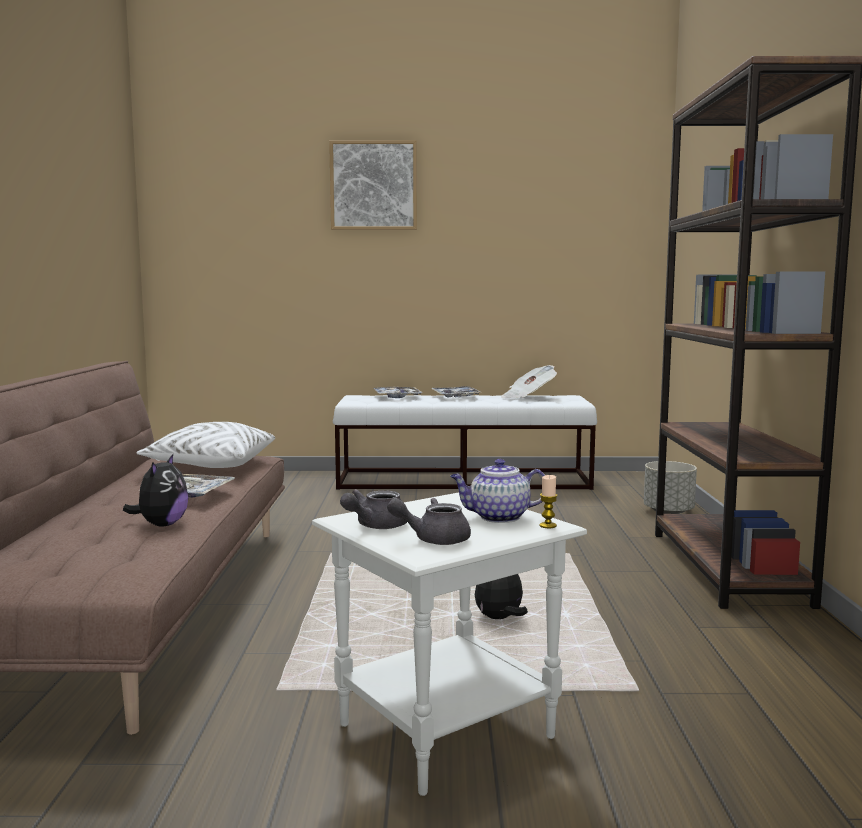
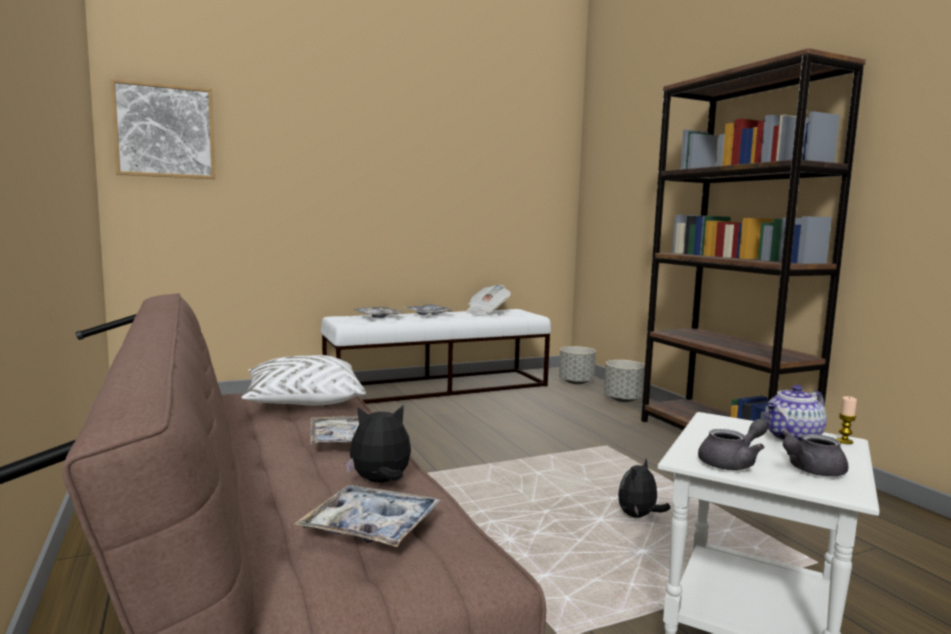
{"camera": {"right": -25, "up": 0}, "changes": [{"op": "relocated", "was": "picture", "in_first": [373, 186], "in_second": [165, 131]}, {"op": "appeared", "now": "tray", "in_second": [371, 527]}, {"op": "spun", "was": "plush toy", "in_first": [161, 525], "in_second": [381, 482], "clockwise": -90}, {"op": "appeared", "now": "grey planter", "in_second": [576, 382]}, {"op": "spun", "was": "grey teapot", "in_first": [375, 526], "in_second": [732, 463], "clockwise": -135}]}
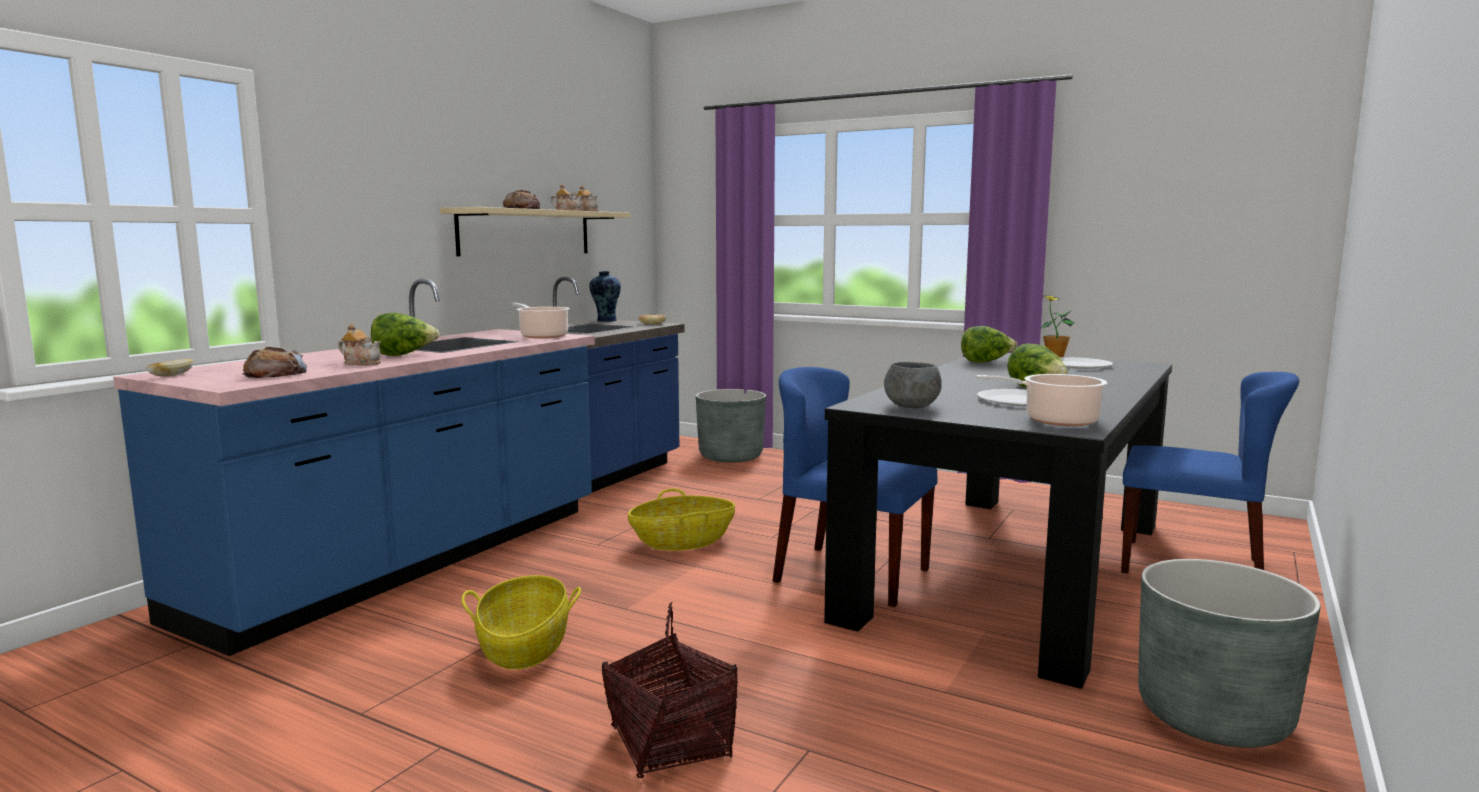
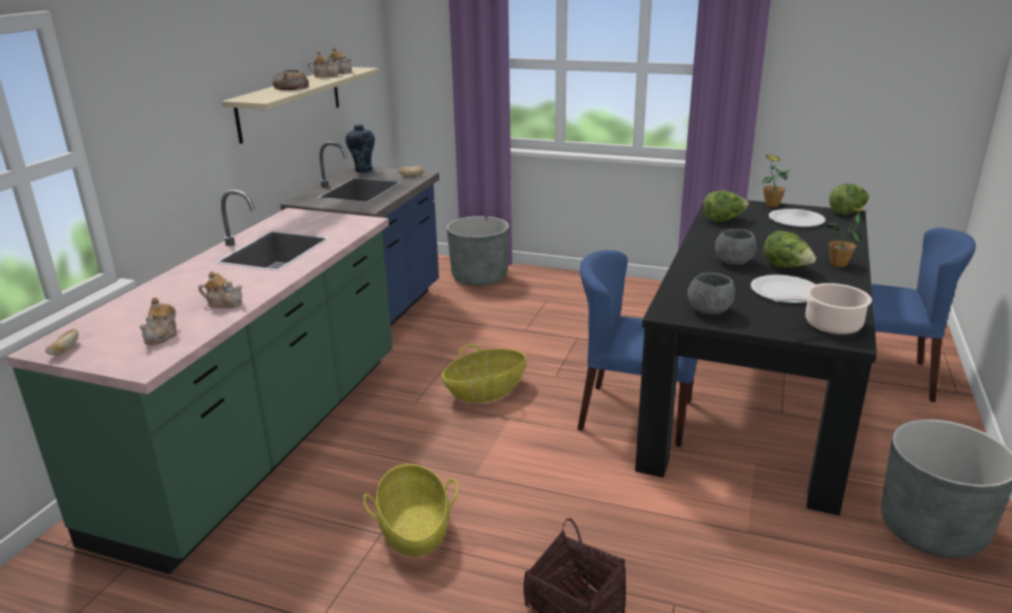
{"camera": {"right": -10, "up": 15}, "changes": [{"op": "colour", "was": "blue counter", "now": "green counter", "in_first": [409, 561], "in_second": [263, 441]}, {"op": "exchanged", "was": "bread", "now": "teapot", "in_first": [275, 374], "in_second": [162, 336]}, {"op": "appeared", "now": "grey bowl", "in_second": [733, 262]}, {"op": "appeared", "now": "potted plant", "in_second": [839, 264]}, {"op": "relocated", "was": "lettuce", "in_first": [403, 355], "in_second": [847, 212]}, {"op": "missing", "was": "cooking pot", "in_first": [542, 336]}]}
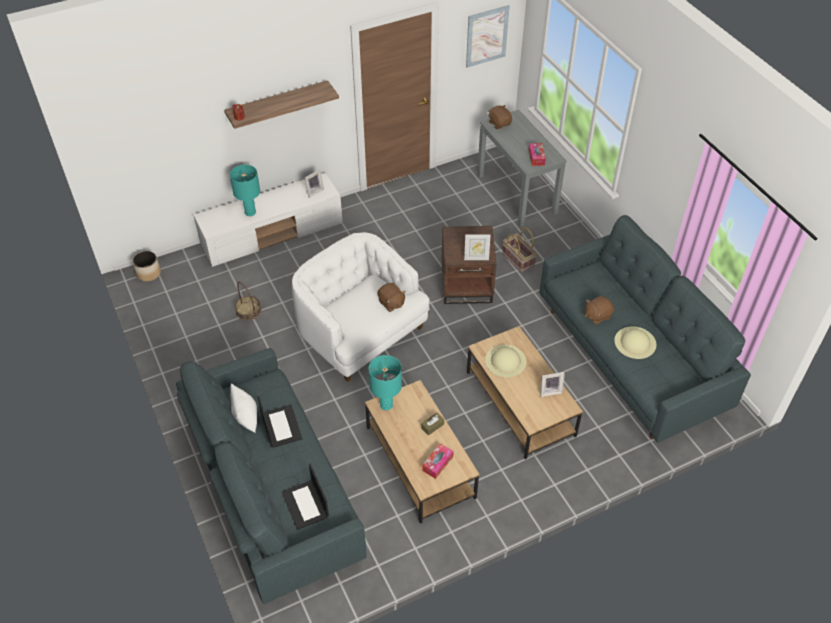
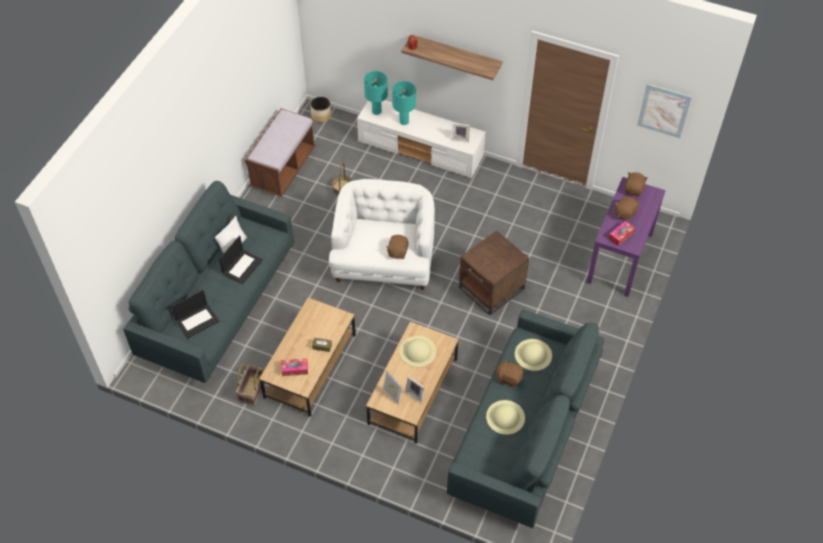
{"camera": {"right": 50, "up": 5}, "changes": [{"op": "spun", "was": "laptop", "in_first": [306, 505], "in_second": [197, 320], "clockwise": -150}, {"op": "relocated", "was": "basket", "in_first": [518, 259], "in_second": [253, 390]}, {"op": "appeared", "now": "brown bench", "in_second": [283, 168]}, {"op": "relocated", "was": "turquoise table lamp", "in_first": [386, 405], "in_second": [376, 111]}, {"op": "relocated", "was": "picture frame", "in_first": [476, 258], "in_second": [392, 395]}, {"op": "appeared", "now": "beige hat", "in_second": [533, 354]}, {"op": "colour", "was": "grey console table", "now": "purple console table", "in_first": [517, 194], "in_second": [620, 258]}, {"op": "appeared", "now": "brown plush toy", "in_second": [624, 213]}]}
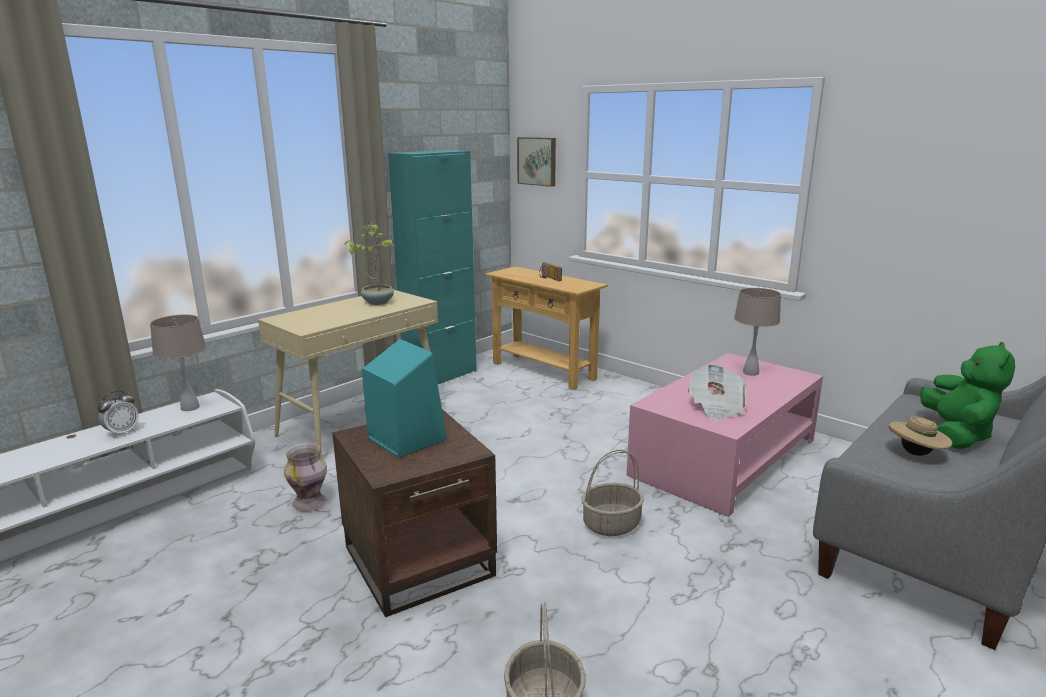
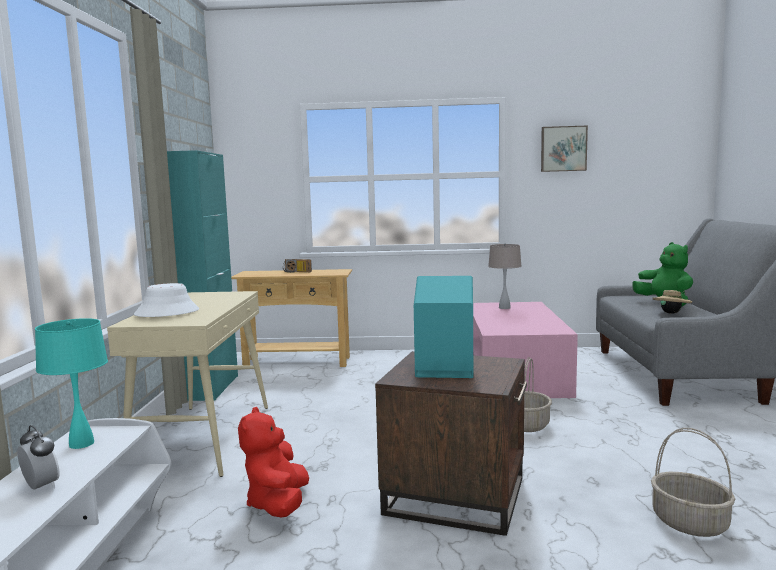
{"camera": {"right": -40, "up": -10}, "changes": [{"op": "spun", "was": "alarm clock", "in_first": [122, 432], "in_second": [41, 487], "clockwise": -45}, {"op": "colour", "was": "beige table lamp", "now": "turquoise table lamp", "in_first": [190, 407], "in_second": [81, 444]}, {"op": "appeared", "now": "white hat", "in_second": [167, 313]}, {"op": "exchanged", "was": "vase", "now": "red plush toy", "in_first": [310, 502], "in_second": [278, 504]}, {"op": "relocated", "was": "picture", "in_first": [537, 161], "in_second": [563, 149]}, {"op": "missing", "was": "potted plant", "in_first": [377, 302]}, {"op": "missing", "was": "newspaper", "in_first": [716, 407]}]}
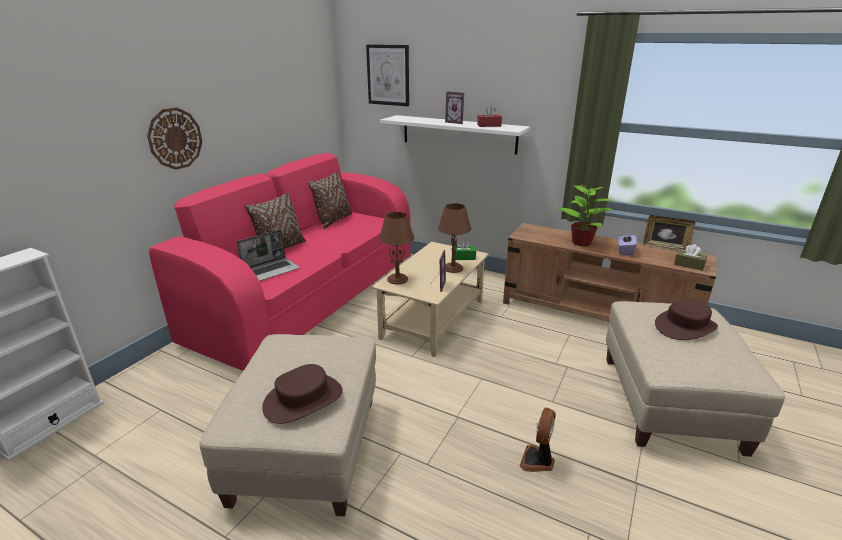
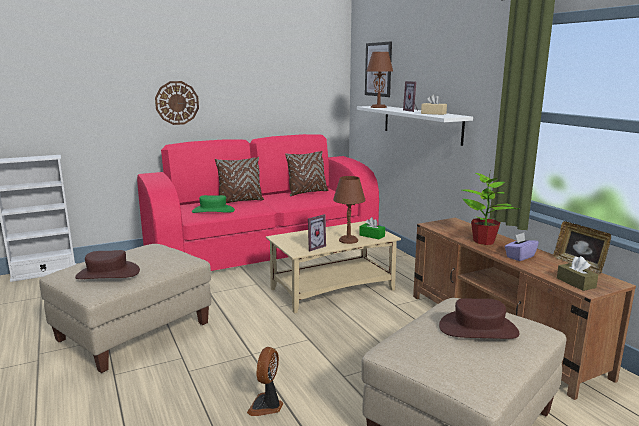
{"camera": {"right": 35, "up": -10}, "changes": [{"op": "exchanged", "was": "laptop", "now": "green hat", "in_first": [271, 270], "in_second": [213, 211]}, {"op": "spun", "was": "fan", "in_first": [538, 461], "in_second": [267, 406], "clockwise": -45}, {"op": "relocated", "was": "brown table lamp", "in_first": [397, 279], "in_second": [378, 107]}, {"op": "colour", "was": "red tissue box", "now": "beige tissue box", "in_first": [489, 125], "in_second": [433, 113]}]}
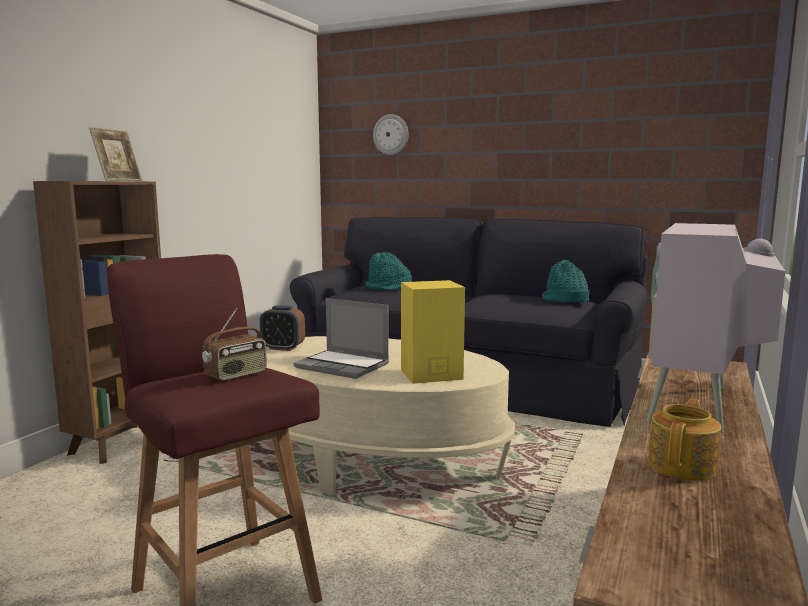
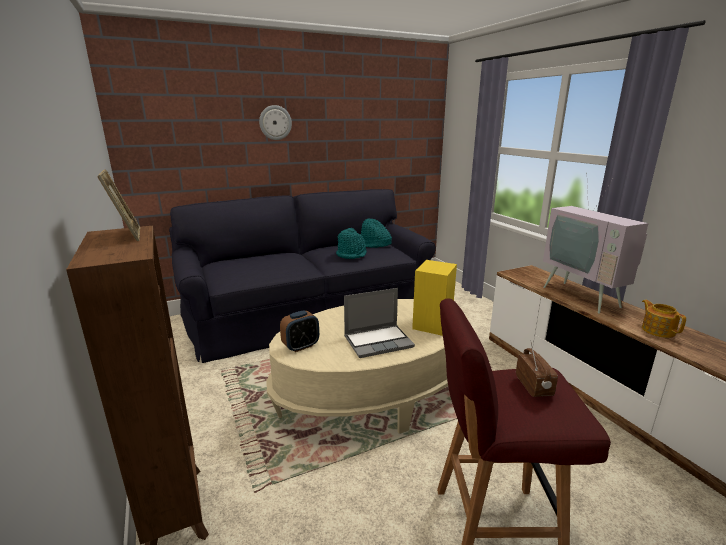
{"camera": {"right": -50, "up": 10}, "changes": [{"op": "relocated", "was": "wall clock", "in_first": [391, 134], "in_second": [275, 122]}, {"op": "relocated", "was": "turquoise hat", "in_first": [388, 288], "in_second": [351, 254]}]}
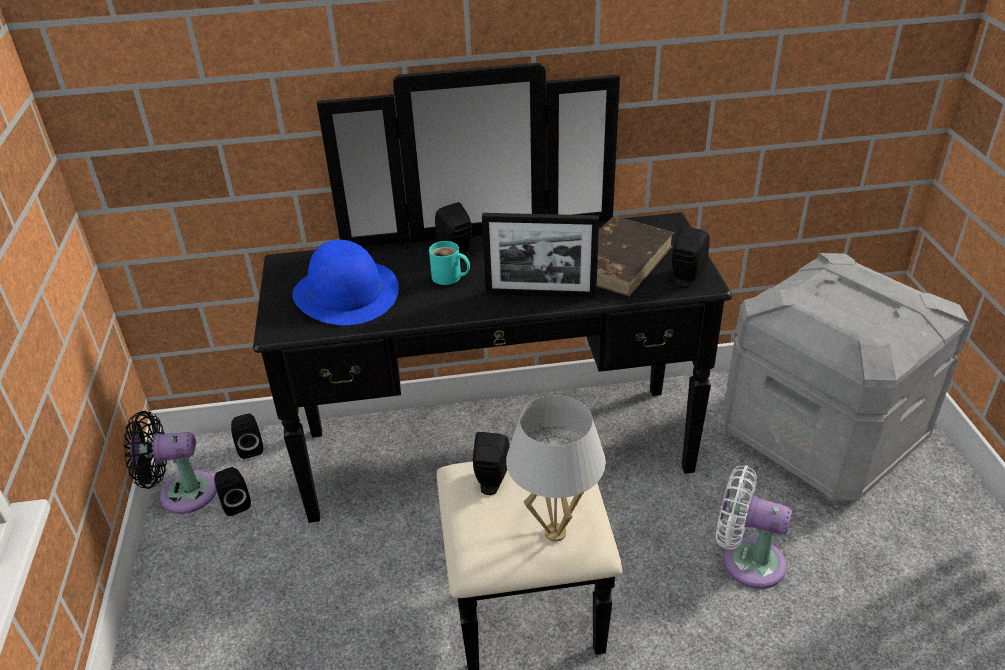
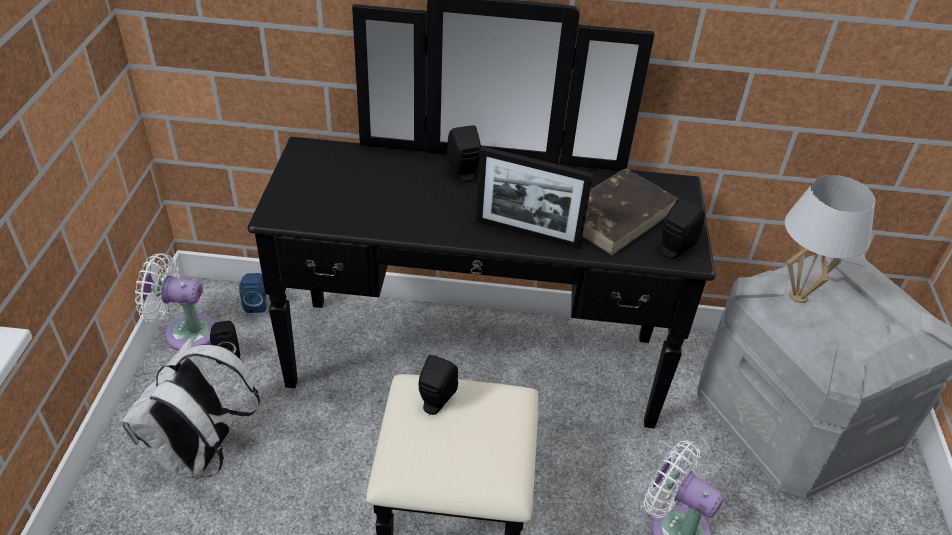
{"camera": {"right": 10, "up": 5}, "changes": [{"op": "appeared", "now": "white backpack", "in_second": [202, 454]}, {"op": "colour", "was": "black fan", "now": "white fan", "in_first": [182, 493], "in_second": [185, 332]}, {"op": "colour", "was": "black speaker", "now": "blue speaker", "in_first": [250, 448], "in_second": [256, 304]}, {"op": "relocated", "was": "white table lamp", "in_first": [555, 532], "in_second": [799, 296]}, {"op": "missing", "was": "blue hat", "in_first": [346, 293]}, {"op": "missing", "was": "turquoise mug", "in_first": [449, 278]}]}
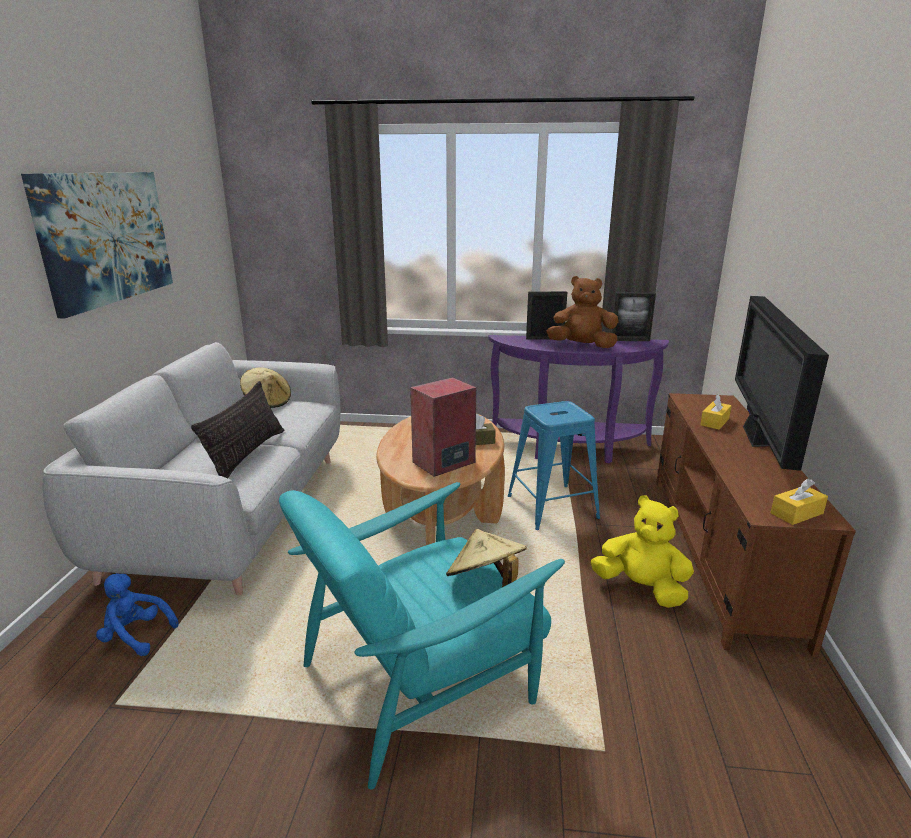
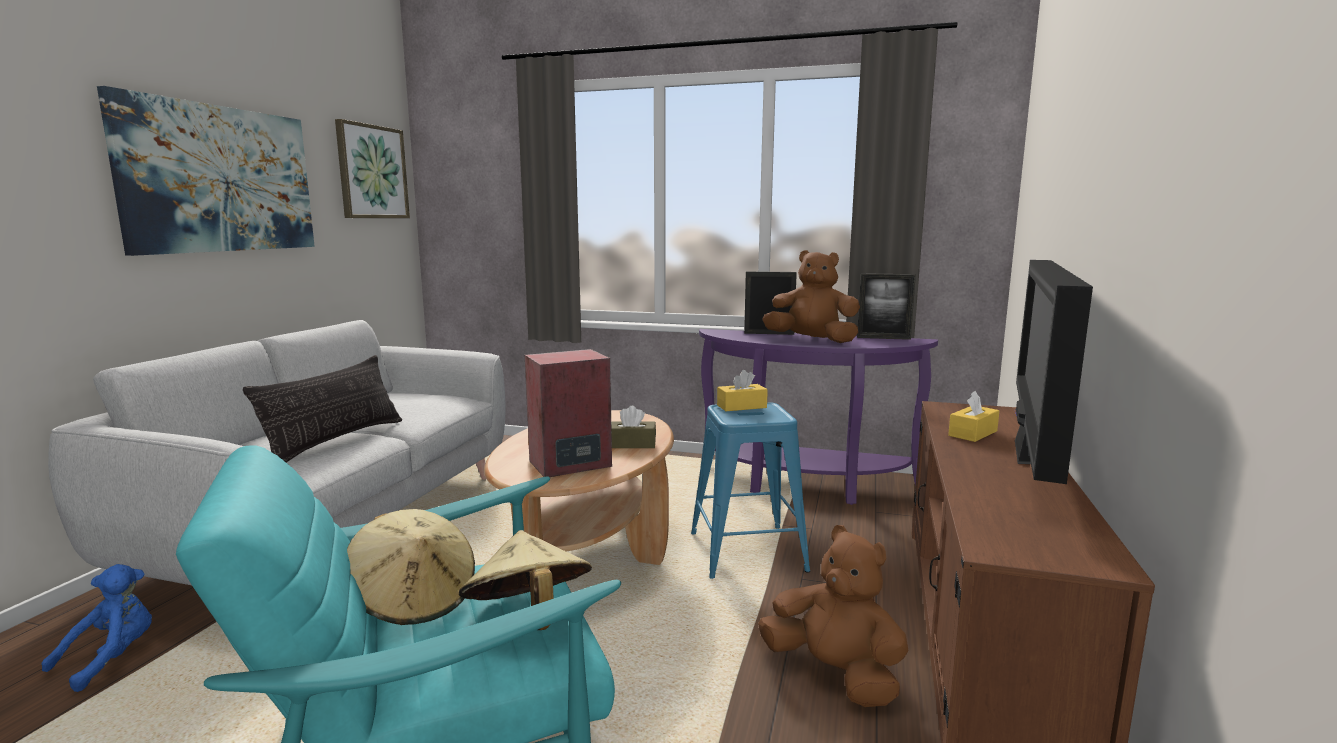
{"camera": {"right": 10, "up": -10}, "changes": [{"op": "spun", "was": "blue plush toy", "in_first": [136, 636], "in_second": [112, 658], "clockwise": 90}, {"op": "appeared", "now": "picture", "in_second": [372, 172]}, {"op": "relocated", "was": "beige hat", "in_first": [267, 402], "in_second": [414, 599]}, {"op": "relocated", "was": "yellow tissue box", "in_first": [796, 513], "in_second": [741, 406]}, {"op": "colour", "was": "yellow plush toy", "now": "brown plush toy", "in_first": [641, 588], "in_second": [834, 674]}]}
